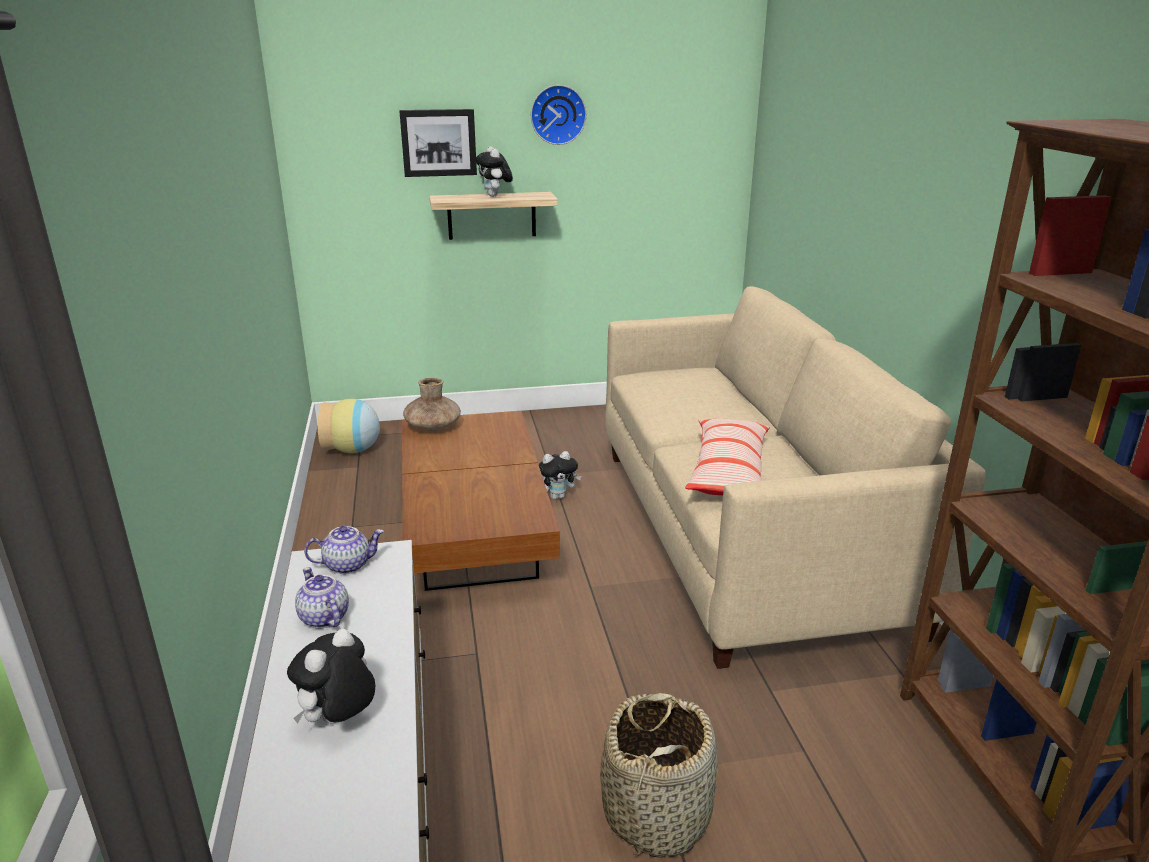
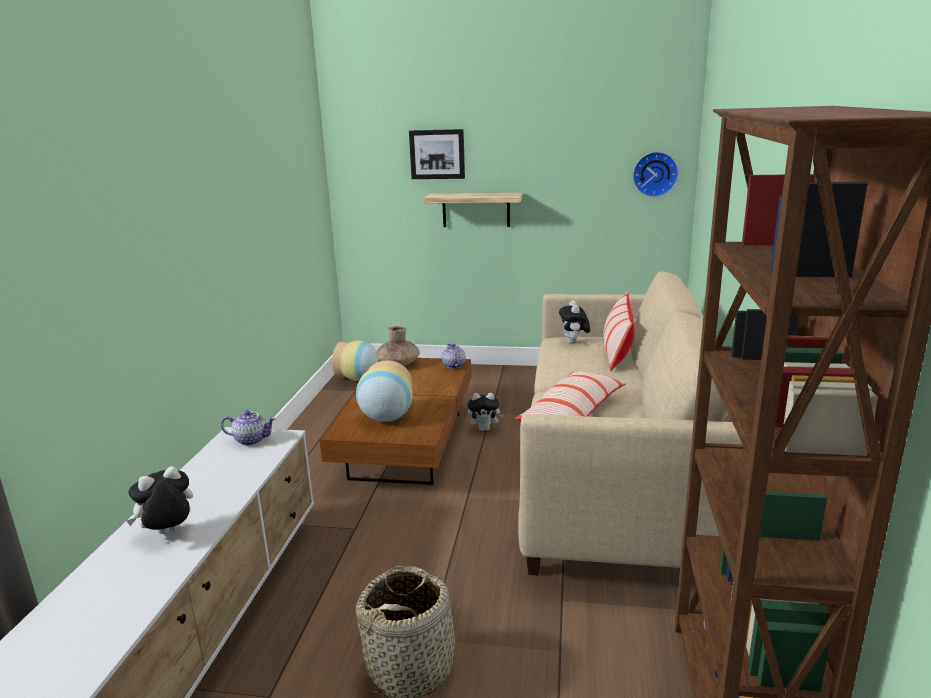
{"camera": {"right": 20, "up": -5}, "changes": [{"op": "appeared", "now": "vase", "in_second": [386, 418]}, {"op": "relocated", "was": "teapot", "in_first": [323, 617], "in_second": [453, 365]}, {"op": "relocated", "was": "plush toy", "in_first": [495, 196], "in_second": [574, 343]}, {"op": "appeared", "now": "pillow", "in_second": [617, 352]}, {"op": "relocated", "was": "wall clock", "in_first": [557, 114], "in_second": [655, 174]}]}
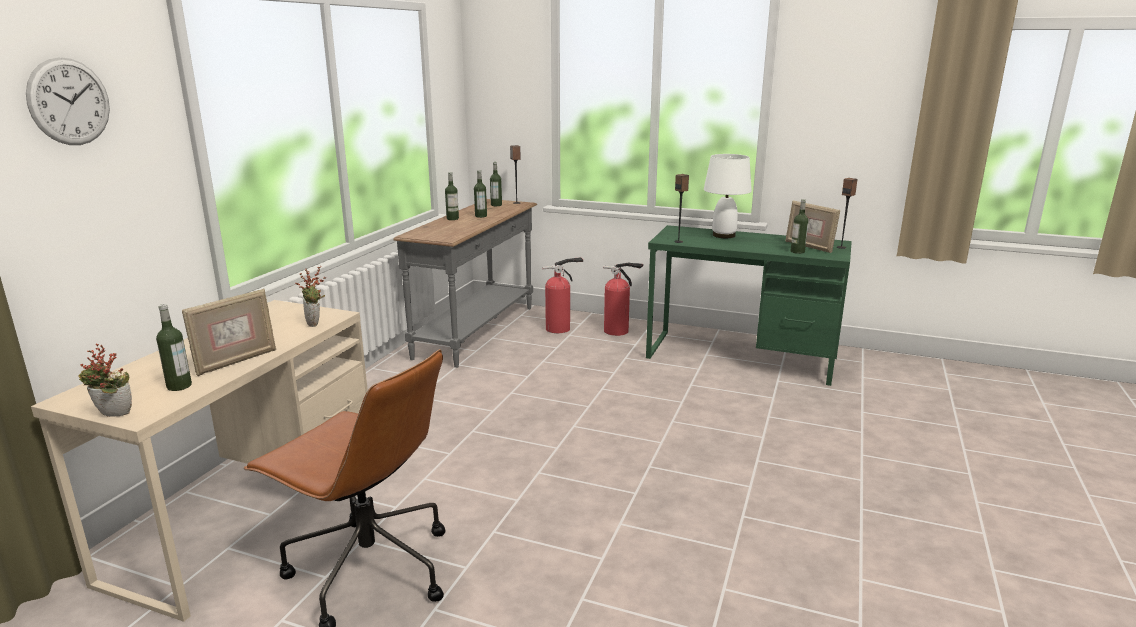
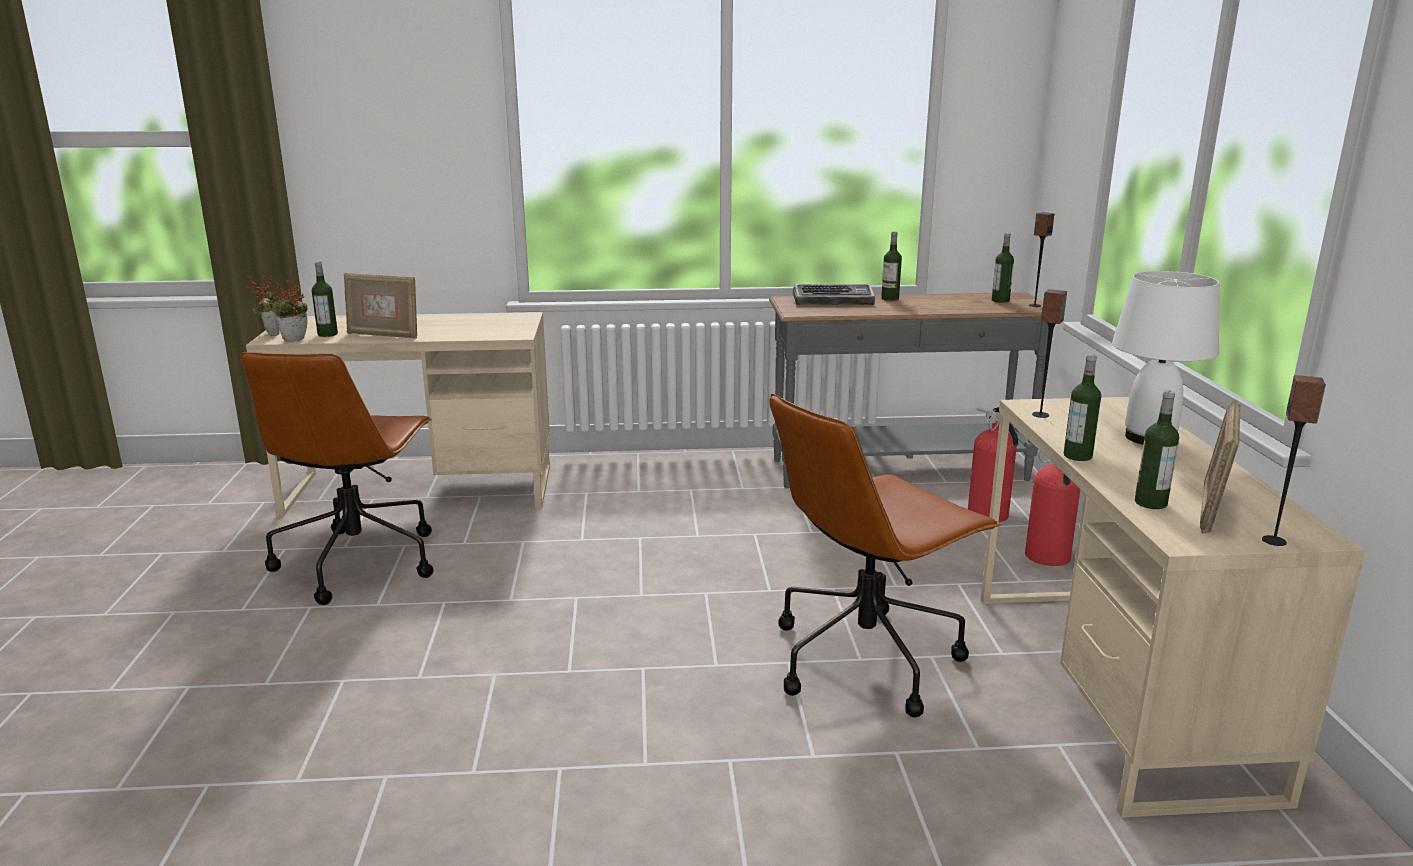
{"camera": {"right": 65, "up": 0}, "changes": [{"op": "relocated", "was": "potted plant", "in_first": [316, 324], "in_second": [295, 341]}, {"op": "appeared", "now": "brown office chair", "in_second": [866, 658]}, {"op": "appeared", "now": "keyboard", "in_second": [834, 301]}, {"op": "colour", "was": "green desk", "now": "beige desk", "in_first": [740, 357], "in_second": [1112, 687]}, {"op": "relocated", "was": "bottle", "in_first": [481, 216], "in_second": [1077, 456]}, {"op": "missing", "was": "wall clock", "in_first": [69, 102]}]}
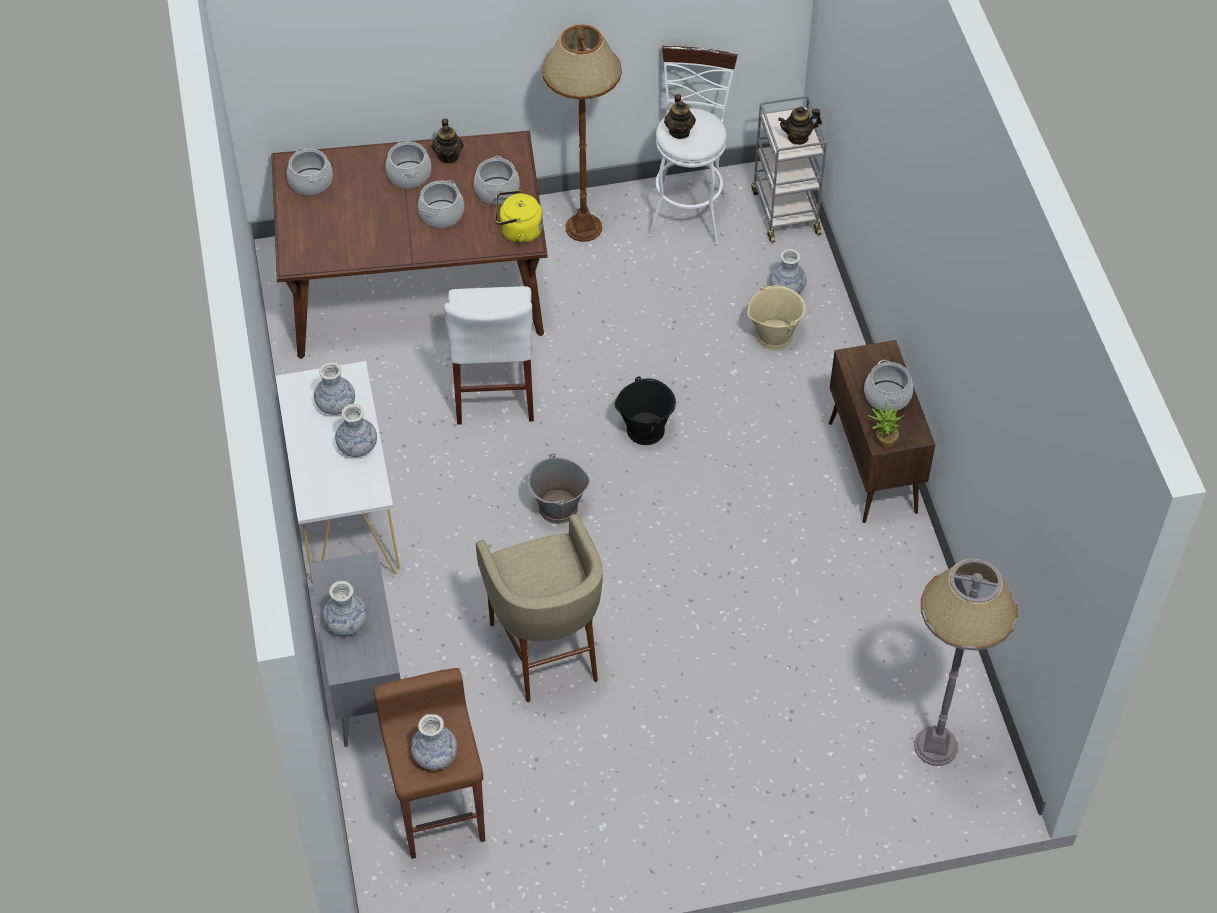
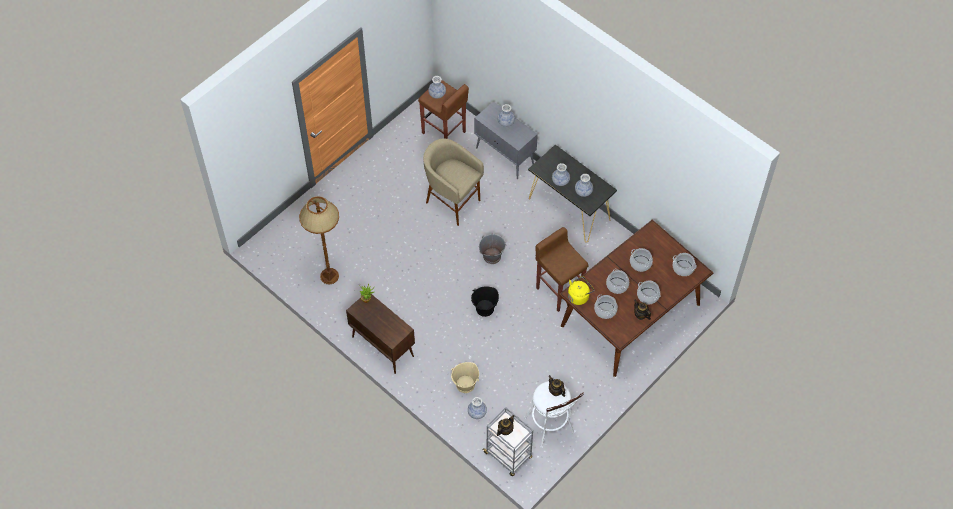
{"camera": {"right": 145, "up": 5}, "changes": [{"op": "relocated", "was": "brown floor lamp", "in_first": [584, 228], "in_second": [329, 276]}, {"op": "colour", "was": "white console table", "now": "black console table", "in_first": [344, 509], "in_second": [569, 209]}, {"op": "exchanged", "was": "white chair", "now": "brown stool", "in_first": [494, 387], "in_second": [559, 290]}, {"op": "relocated", "was": "cooking pot", "in_first": [886, 396], "in_second": [640, 263]}, {"op": "missing", "was": "grey floor lamp", "in_first": [935, 746]}]}
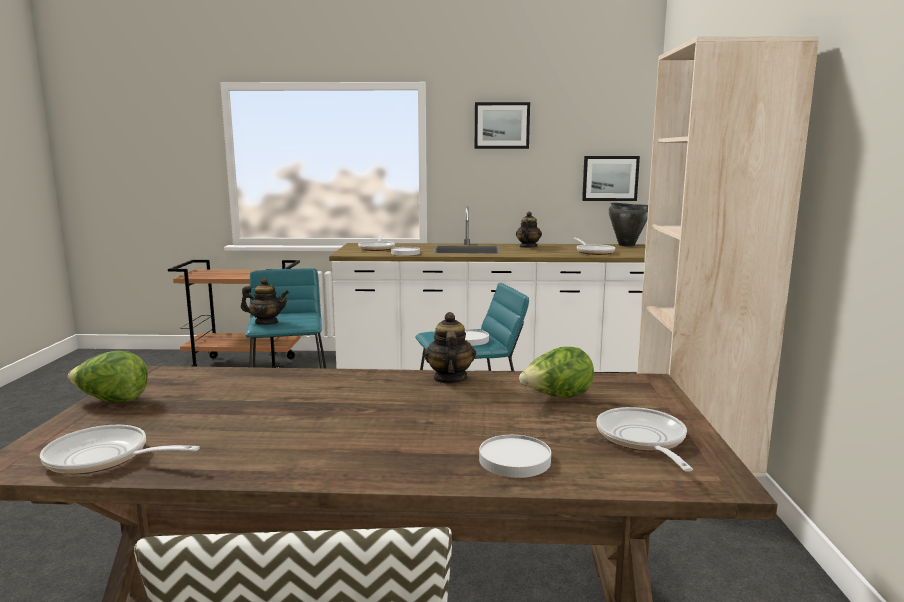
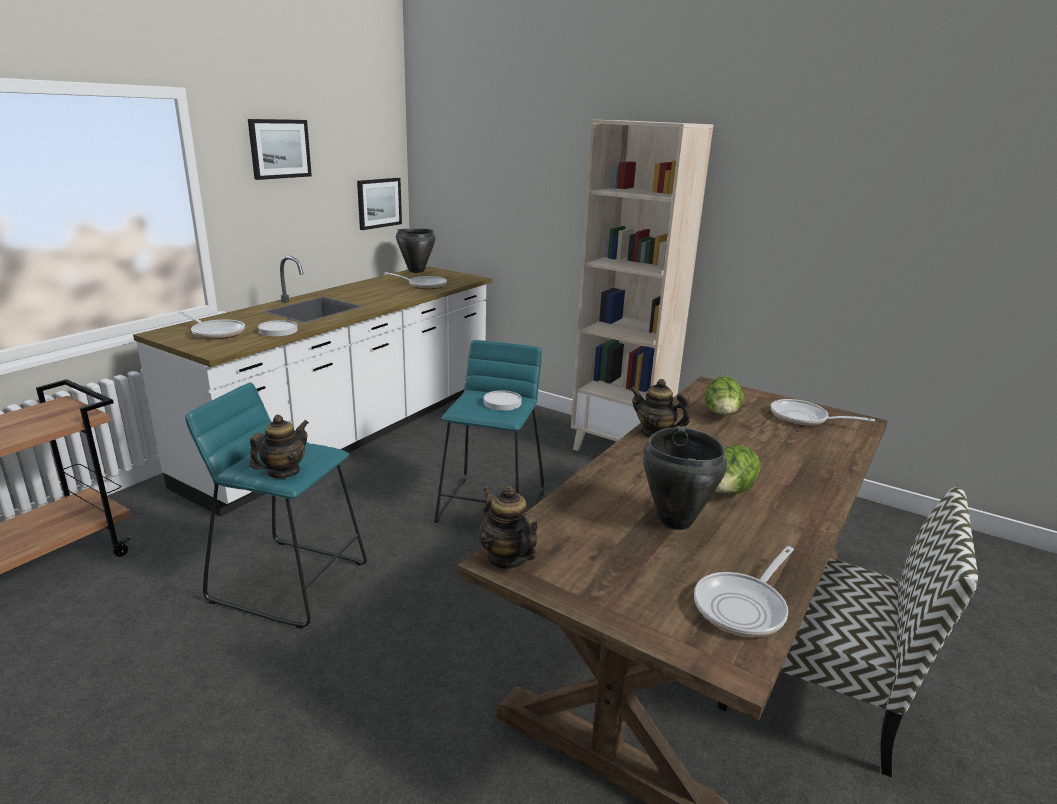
{"camera": {"right": -60, "up": 10}, "changes": [{"op": "relocated", "was": "teapot", "in_first": [528, 247], "in_second": [506, 558]}, {"op": "appeared", "now": "black cooking pot", "in_second": [674, 521]}, {"op": "relocated", "was": "lettuce", "in_first": [112, 401], "in_second": [728, 493]}, {"op": "missing", "was": "white plate", "in_first": [515, 460]}]}
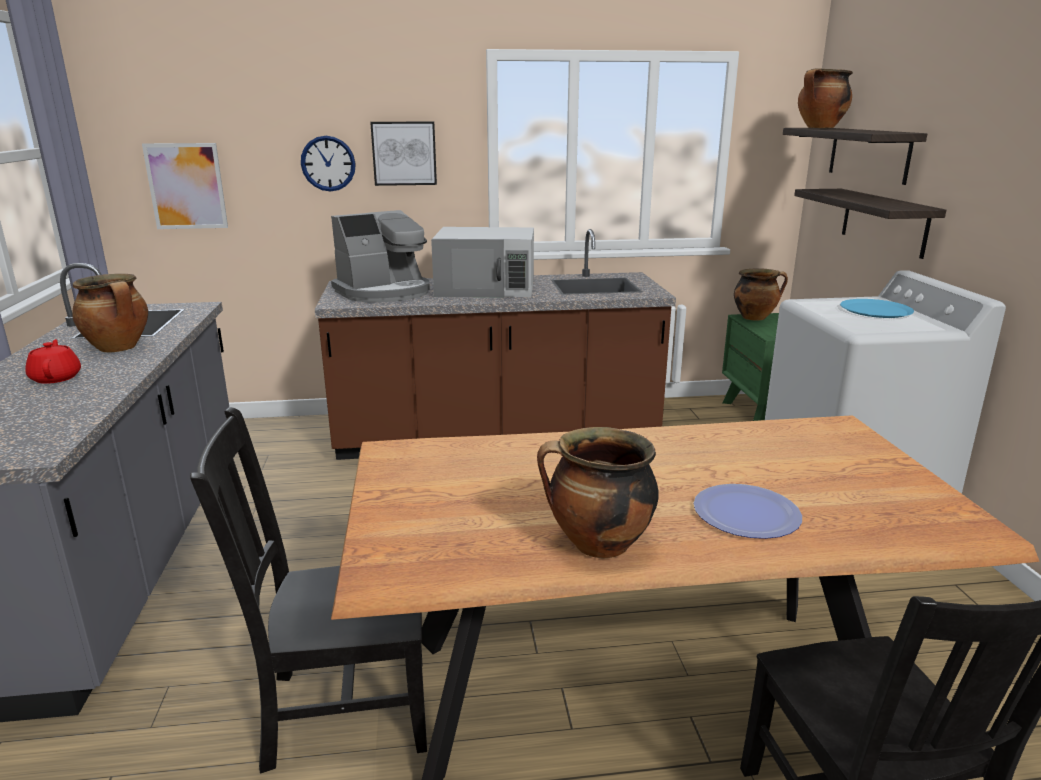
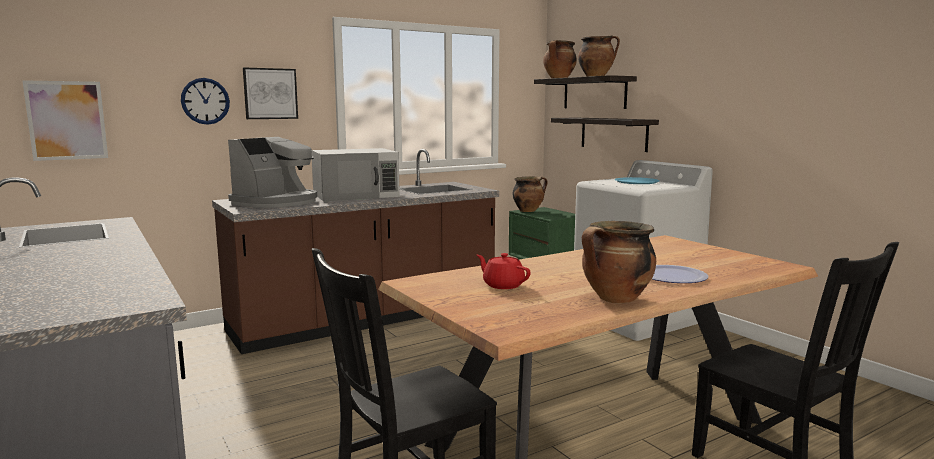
{"camera": {"right": -25, "up": -10}, "changes": [{"op": "relocated", "was": "red teapot", "in_first": [56, 377], "in_second": [503, 285]}, {"op": "relocated", "was": "cooking pot", "in_first": [119, 348], "in_second": [596, 76]}]}
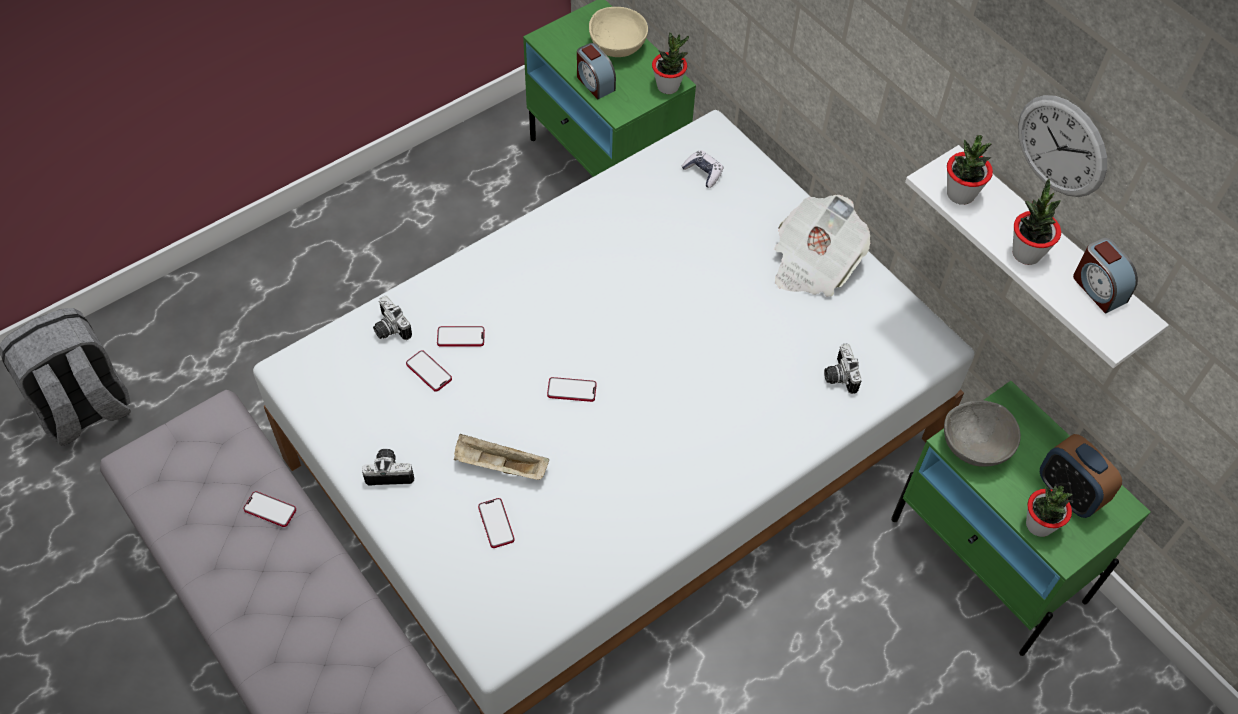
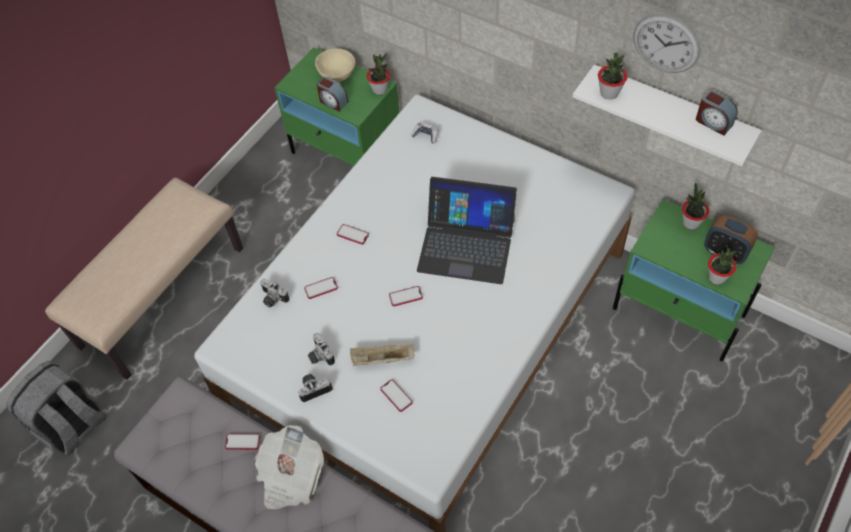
{"camera": {"right": -15, "up": 0}, "changes": [{"op": "appeared", "now": "beige bench", "in_second": [162, 296]}, {"op": "relocated", "was": "newspaper", "in_first": [813, 263], "in_second": [290, 476]}, {"op": "relocated", "was": "photo camera", "in_first": [838, 376], "in_second": [319, 356]}, {"op": "relocated", "was": "phone", "in_first": [429, 371], "in_second": [352, 234]}, {"op": "appeared", "now": "laptop", "in_second": [466, 244]}, {"op": "relocated", "was": "potted plant", "in_first": [1026, 253], "in_second": [690, 222]}, {"op": "missing", "was": "grey bowl", "in_first": [974, 446]}]}
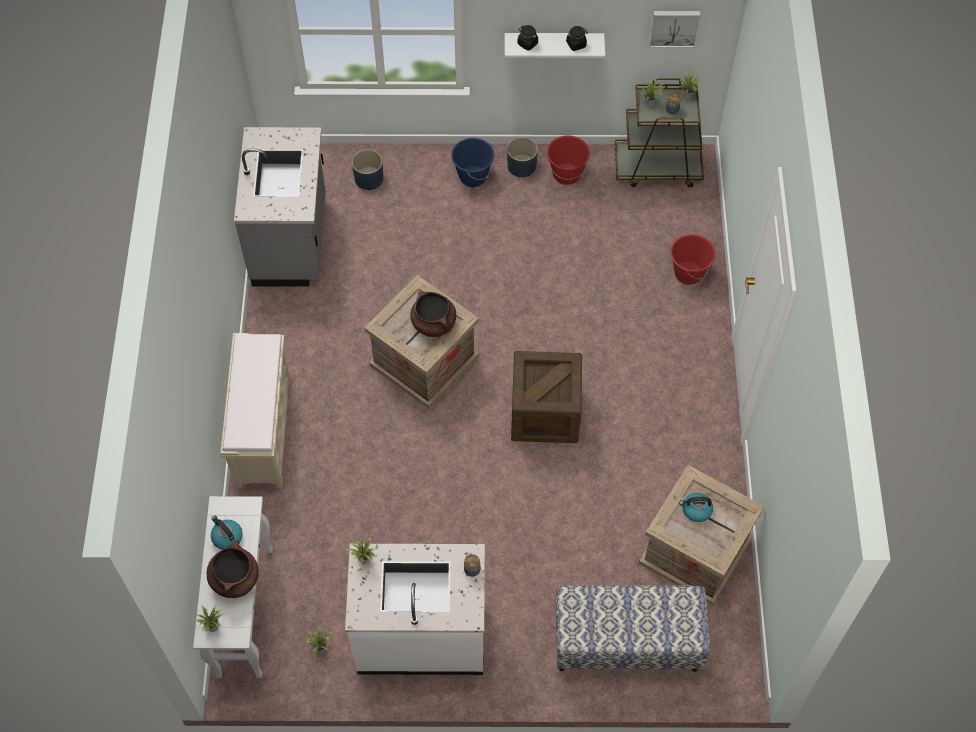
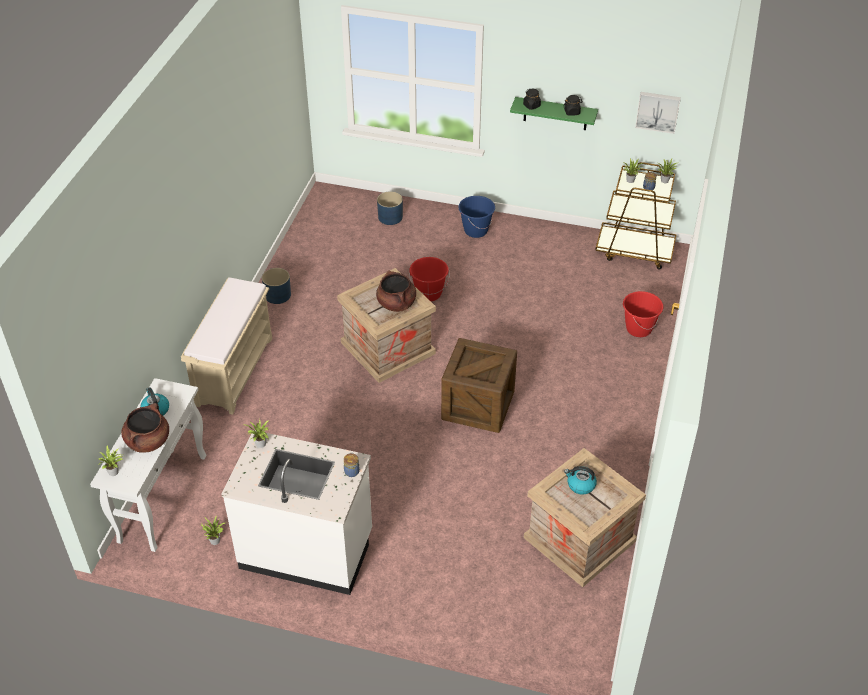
{"camera": {"right": 15, "up": -15}, "changes": [{"op": "relocated", "was": "blue planter", "in_first": [522, 165], "in_second": [278, 295]}, {"op": "relocated", "was": "red bucket", "in_first": [566, 174], "in_second": [429, 293]}, {"op": "colour", "was": "white shelf", "now": "green shelf", "in_first": [553, 43], "in_second": [555, 114]}, {"op": "missing", "was": "grey counter", "in_first": [292, 241]}, {"op": "missing", "was": "bench", "in_first": [626, 643]}]}
